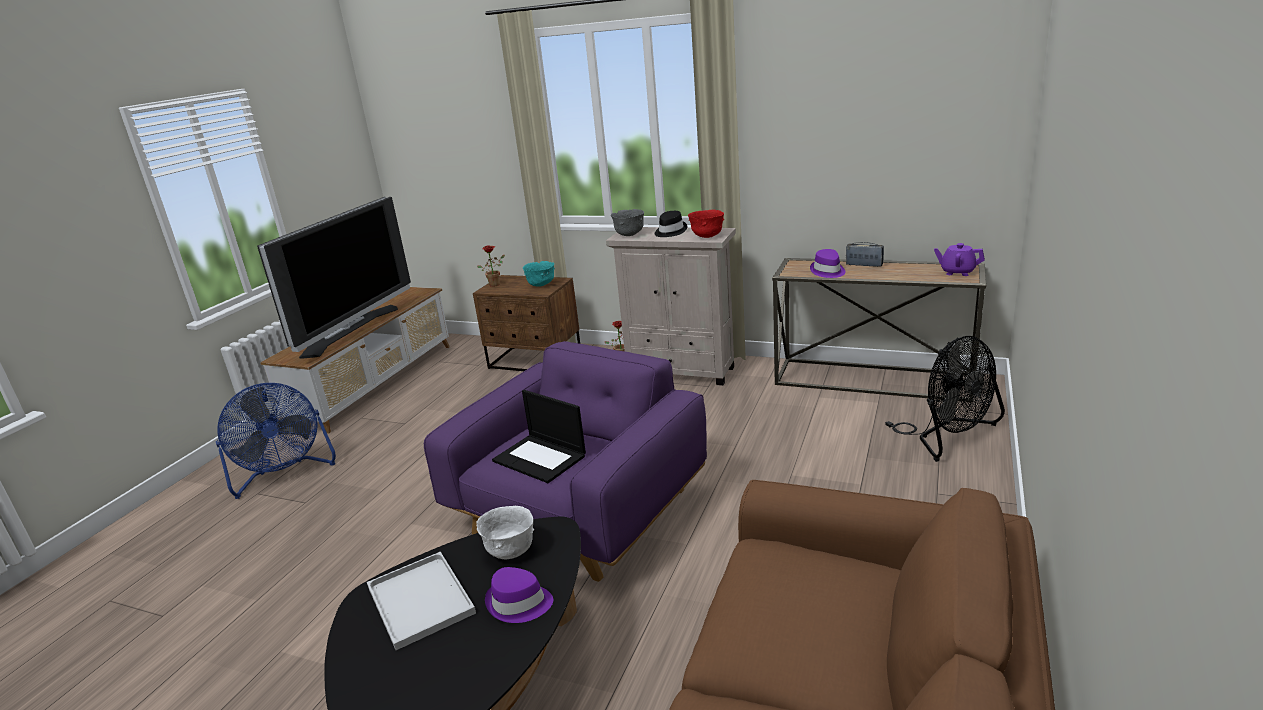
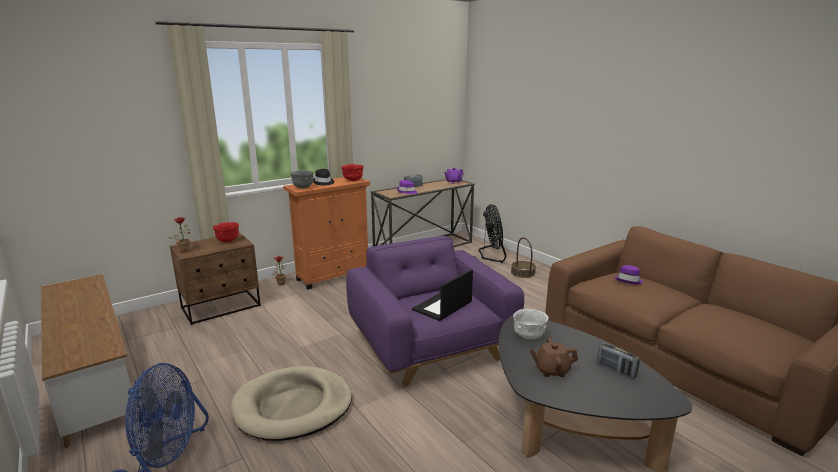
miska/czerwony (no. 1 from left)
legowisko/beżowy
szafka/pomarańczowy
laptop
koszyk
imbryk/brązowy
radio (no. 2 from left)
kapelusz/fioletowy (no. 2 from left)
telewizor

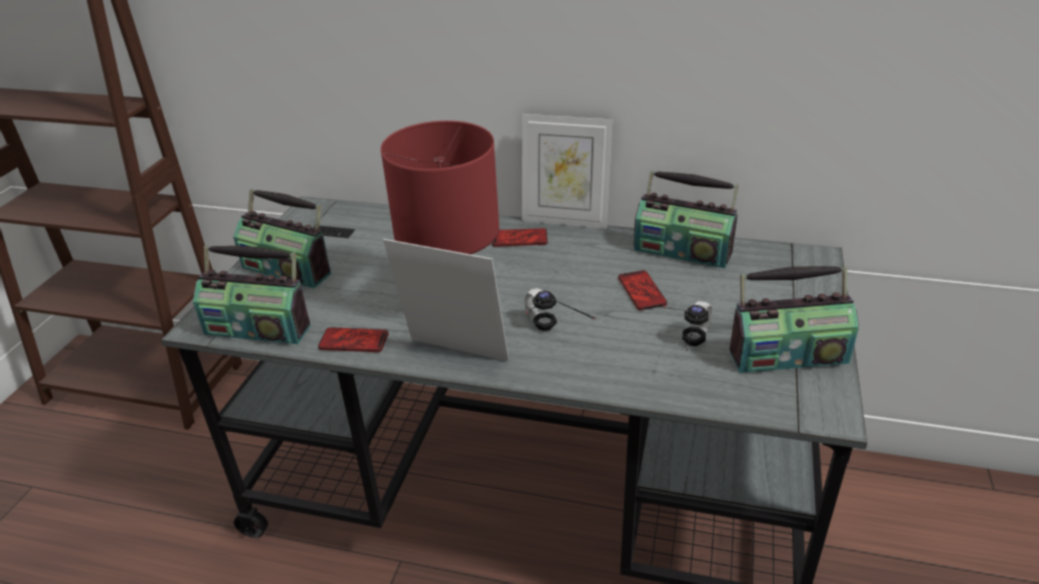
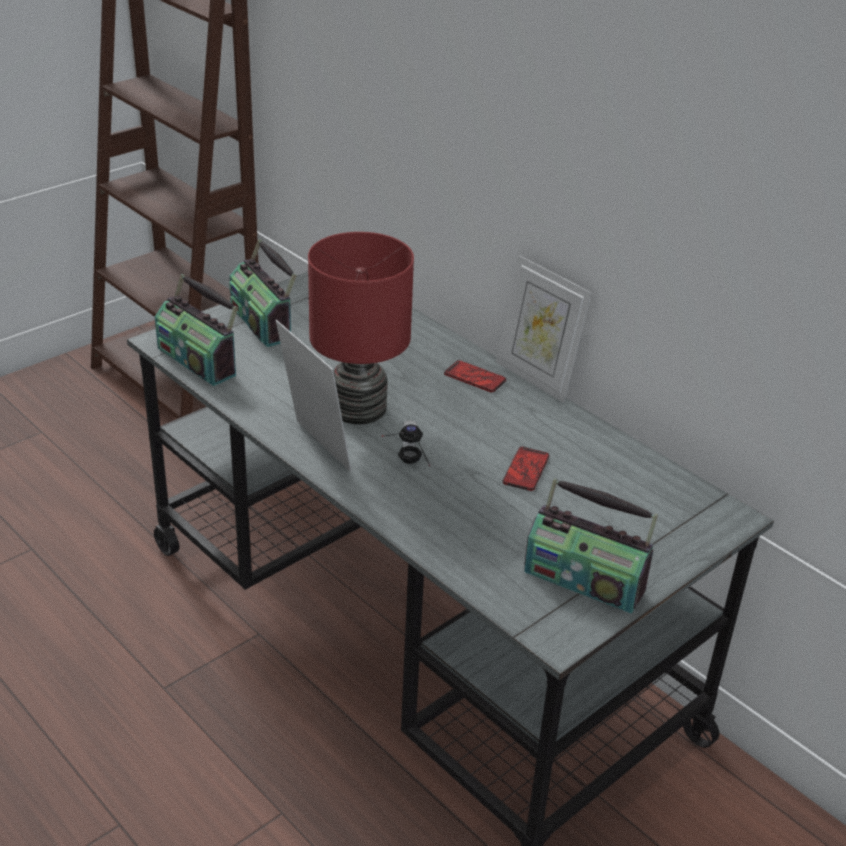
telefon (no. 1 from left in the first image)
radio (no. 3 from left in the first image)
słuchawki (no. 2 from left in the first image)

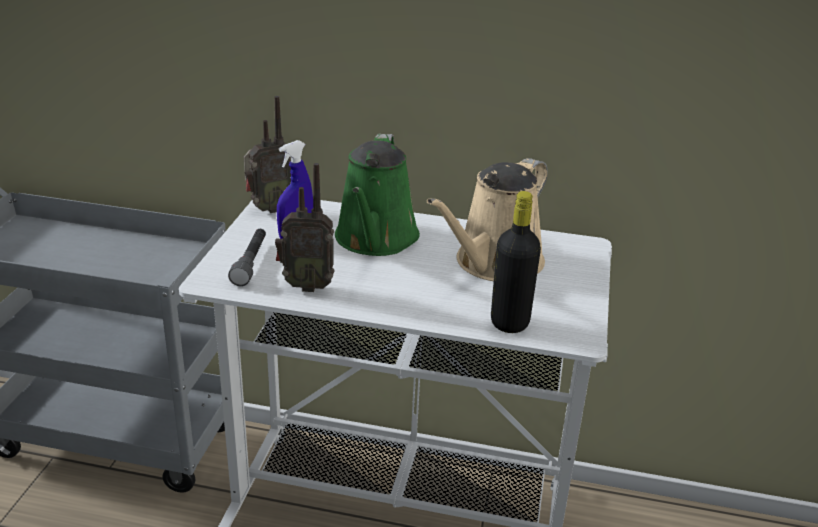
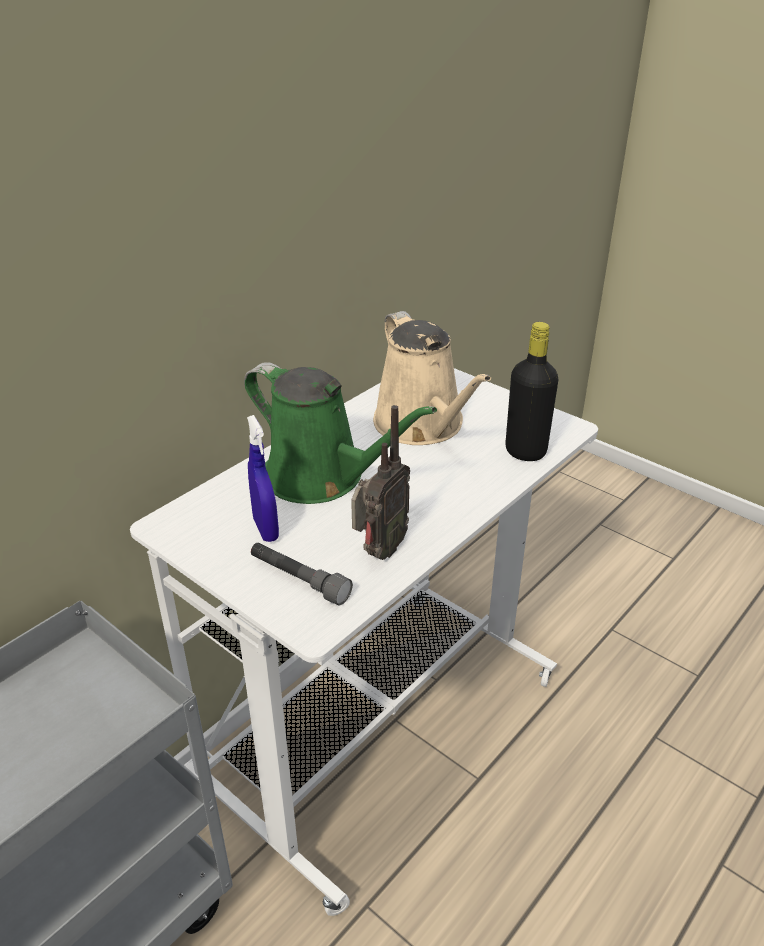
radio (no. 1 from left in the first image)

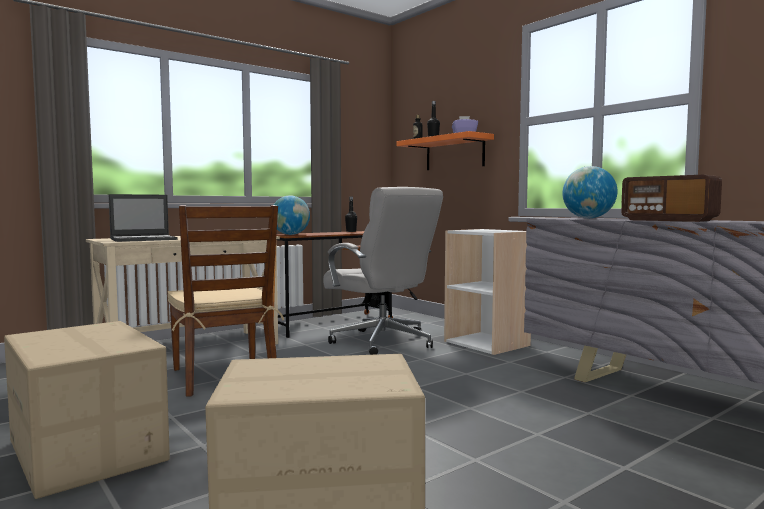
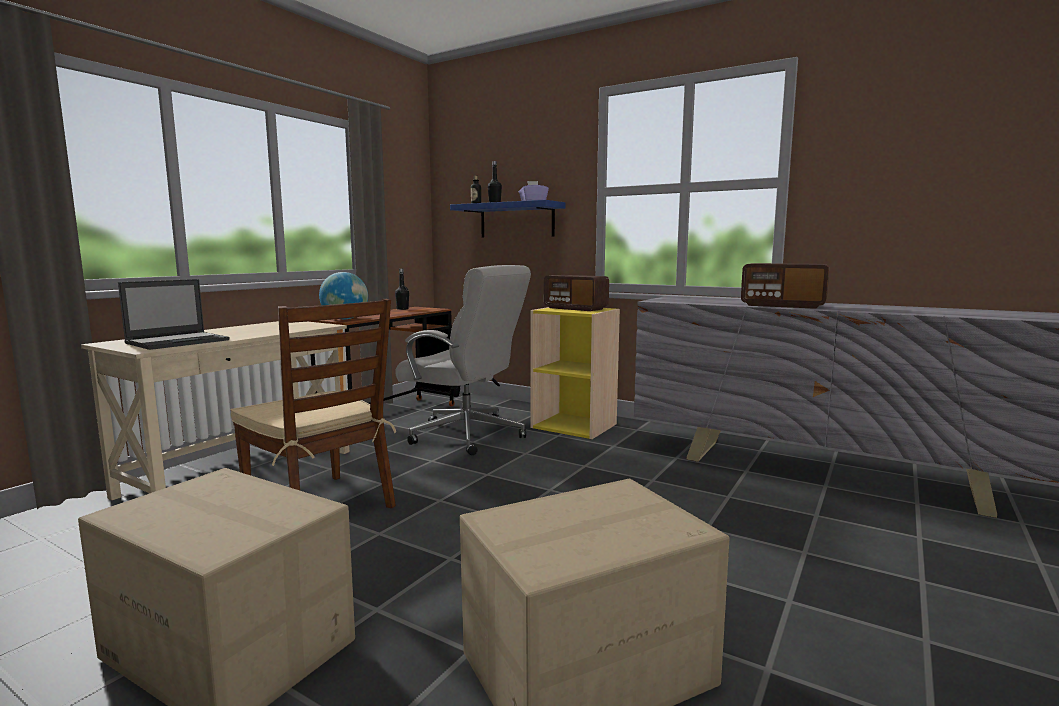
półka/niebieski
regał/żółty
radio (no. 1 from left)
globus (no. 2 from left in the first image)

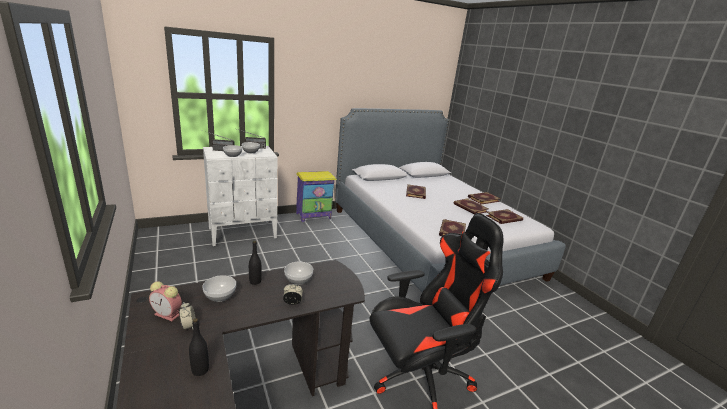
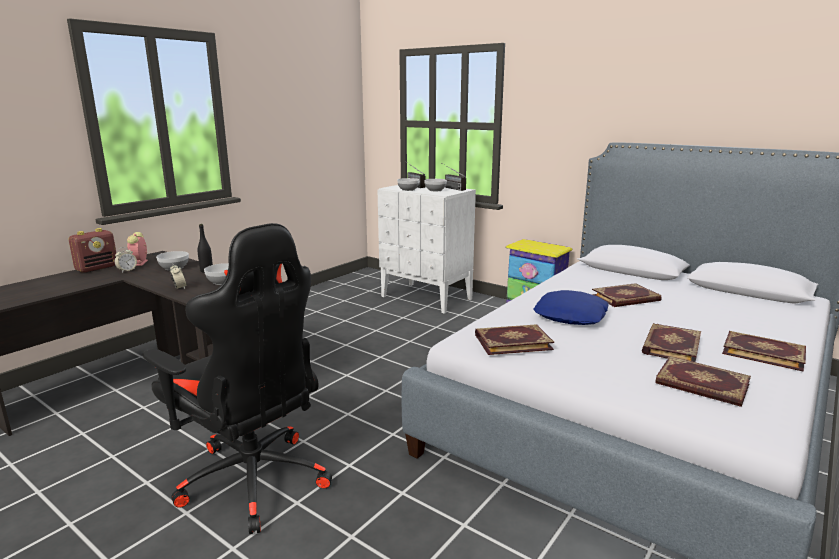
radio (no. 1 from left)
poduszka/niebieski
butelka/czarny (no. 1 from left in the first image)

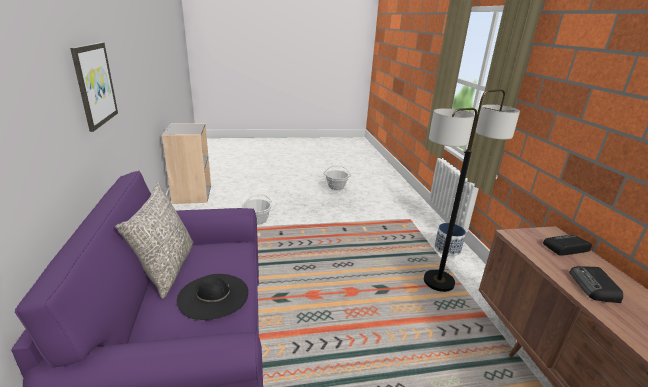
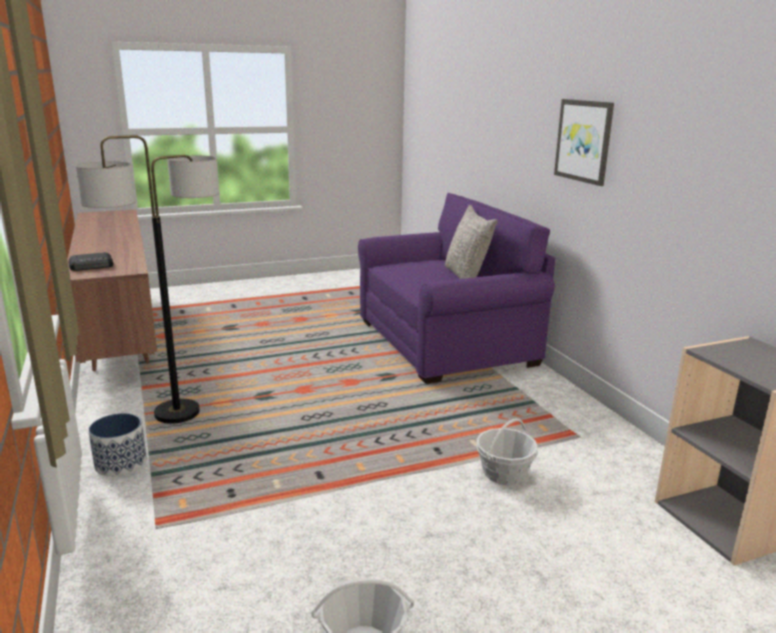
kapelusz/czarny
radio (no. 2 from left in the first image)

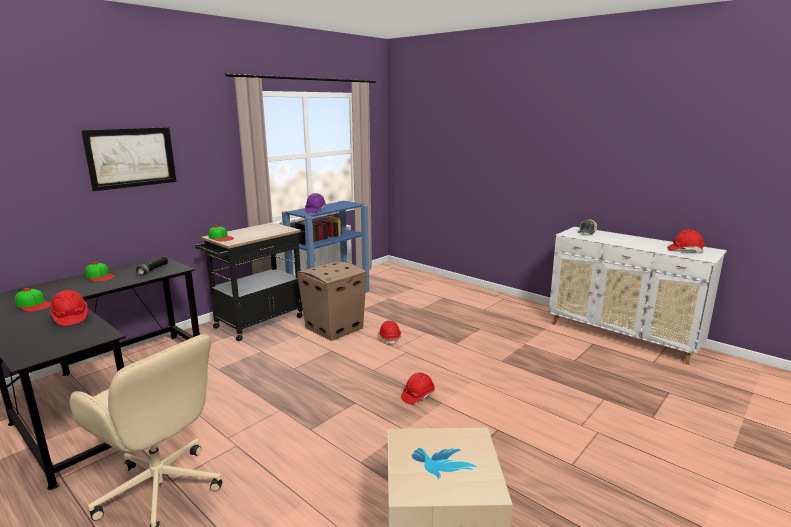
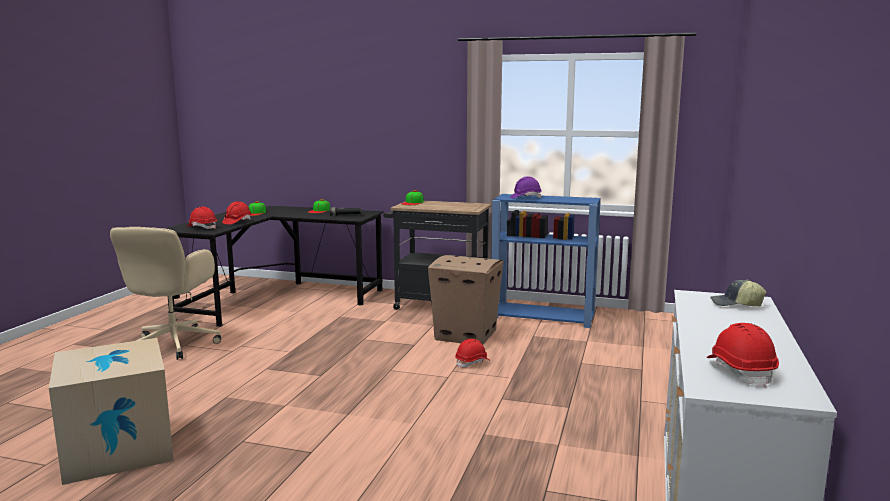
kask/czerwony (no. 1 from left)
obraz

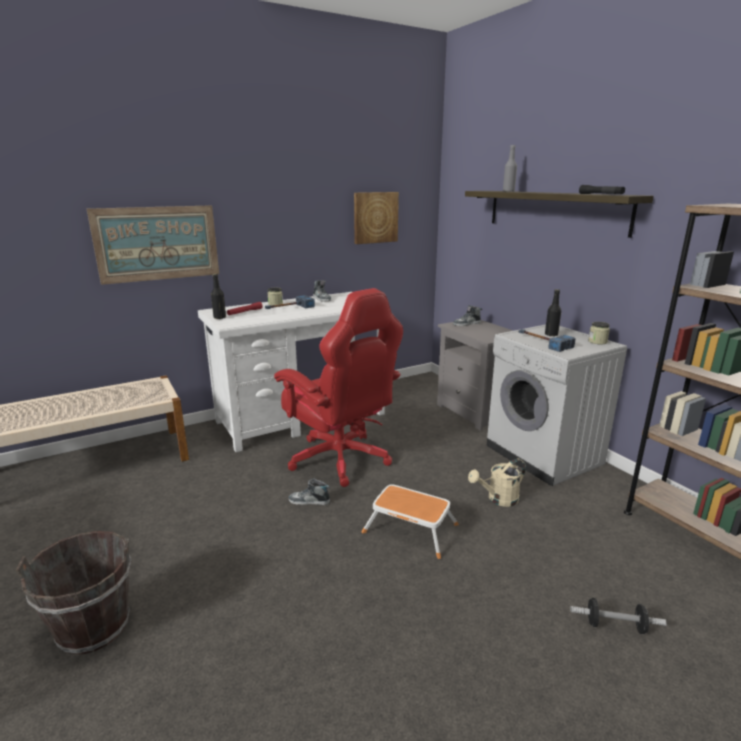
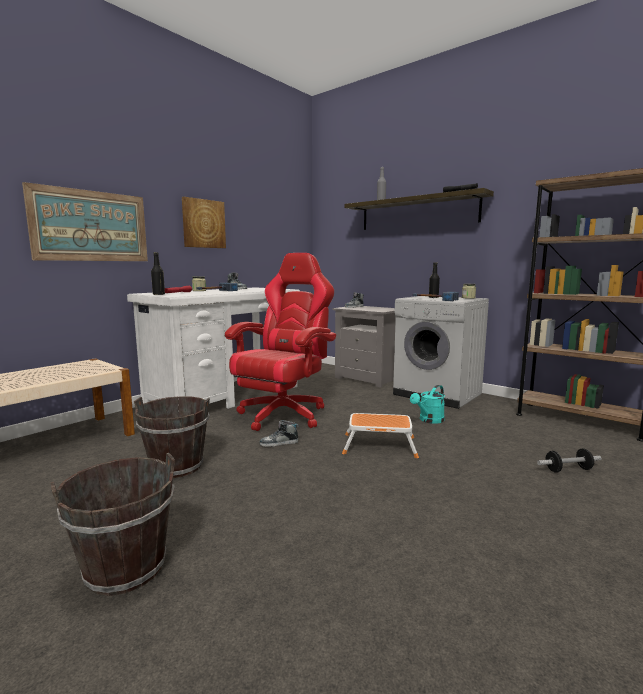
wiadro/brązowy (no. 2 from left)
obraz (no. 2 from left)
krzesło biurowe/czerwony
konewka/turkusowy

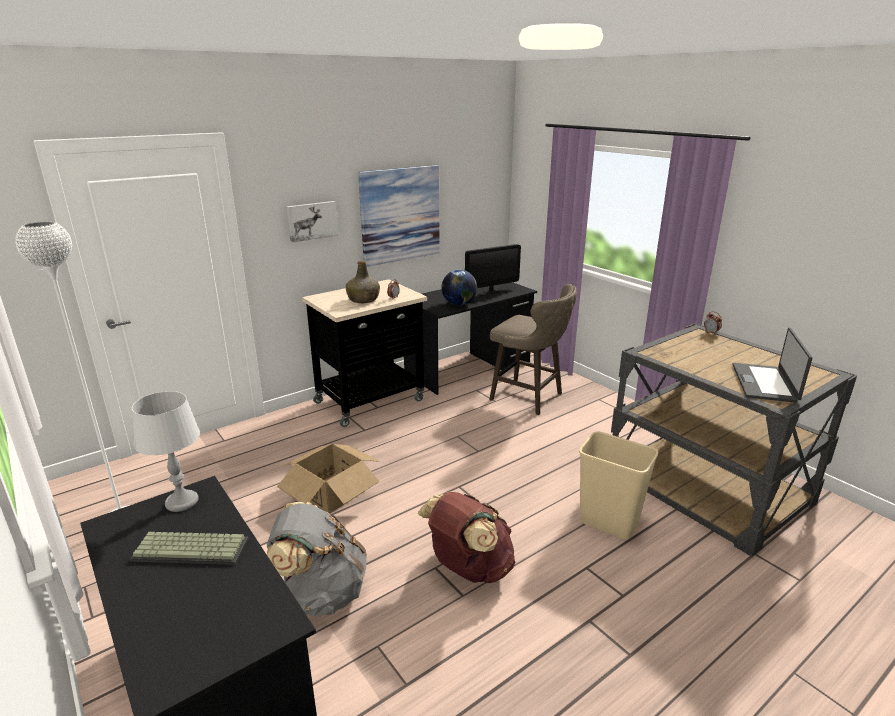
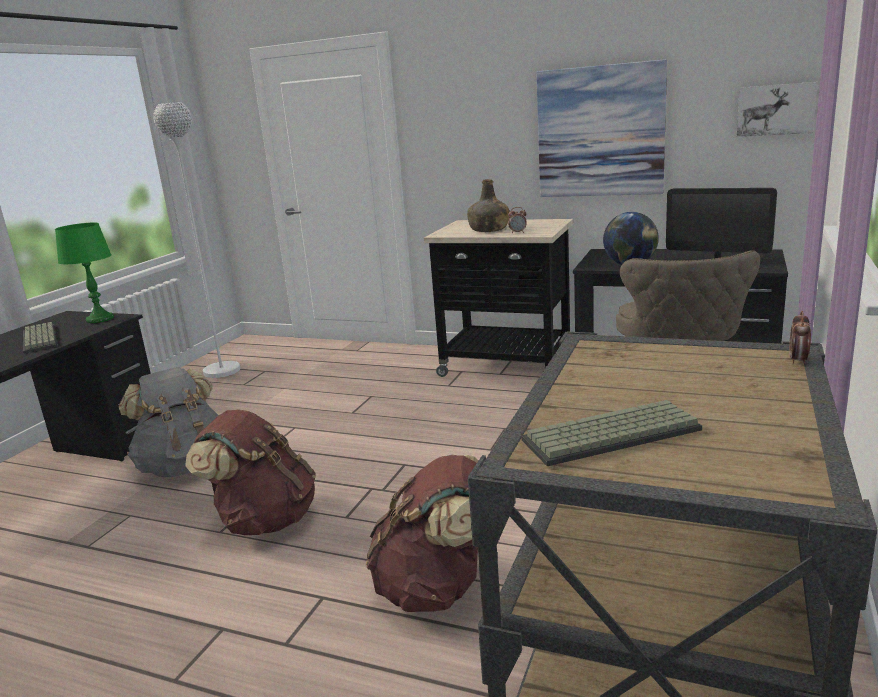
lampa stołowa/zielony
plecak/brązowy (no. 2 from left)
klawiatura (no. 2 from left)
obraz (no. 2 from left)
karton

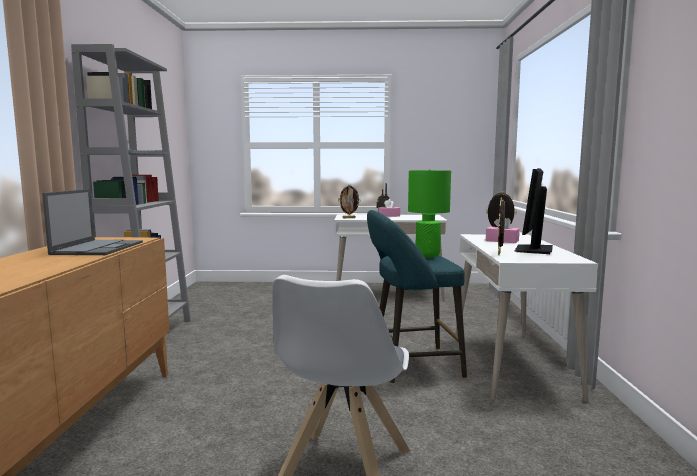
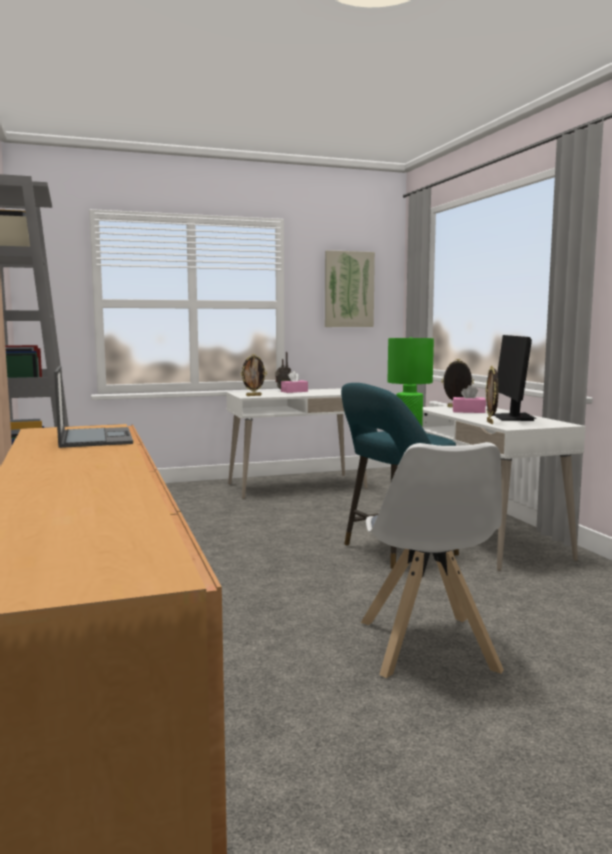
obraz

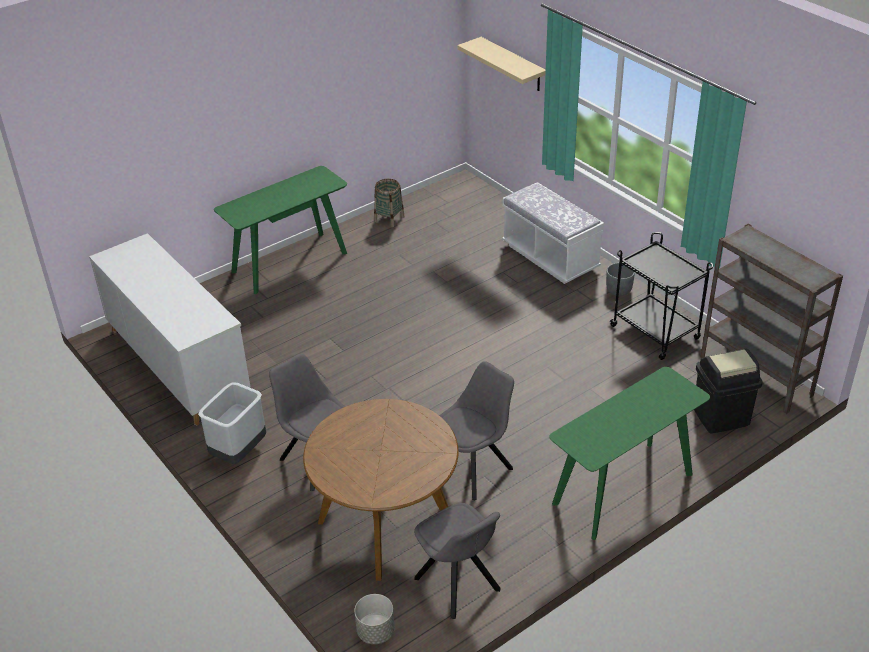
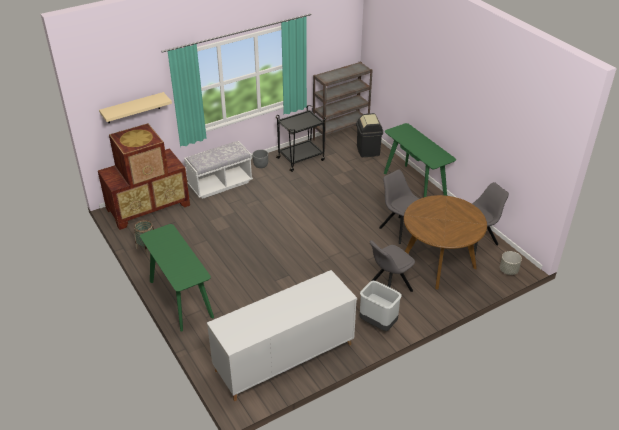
szafka

